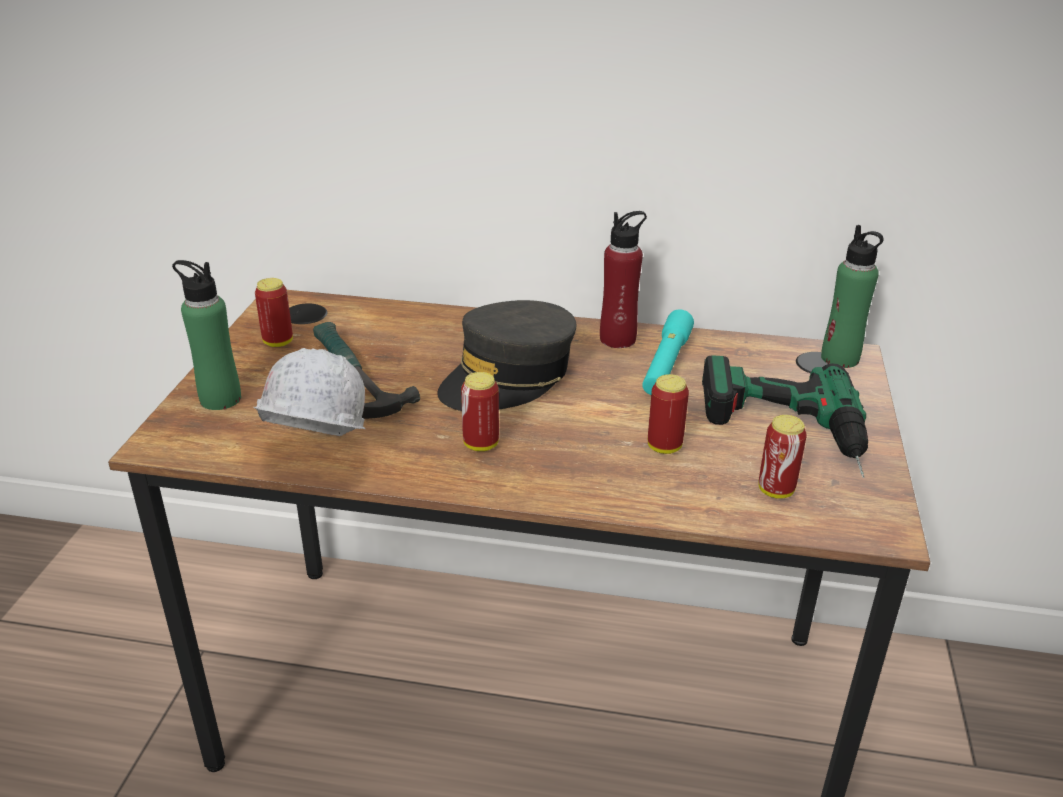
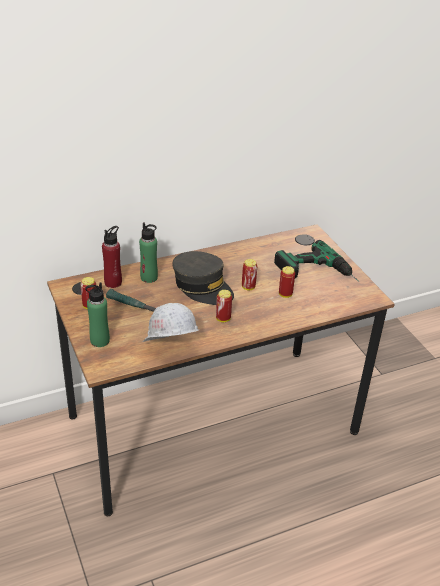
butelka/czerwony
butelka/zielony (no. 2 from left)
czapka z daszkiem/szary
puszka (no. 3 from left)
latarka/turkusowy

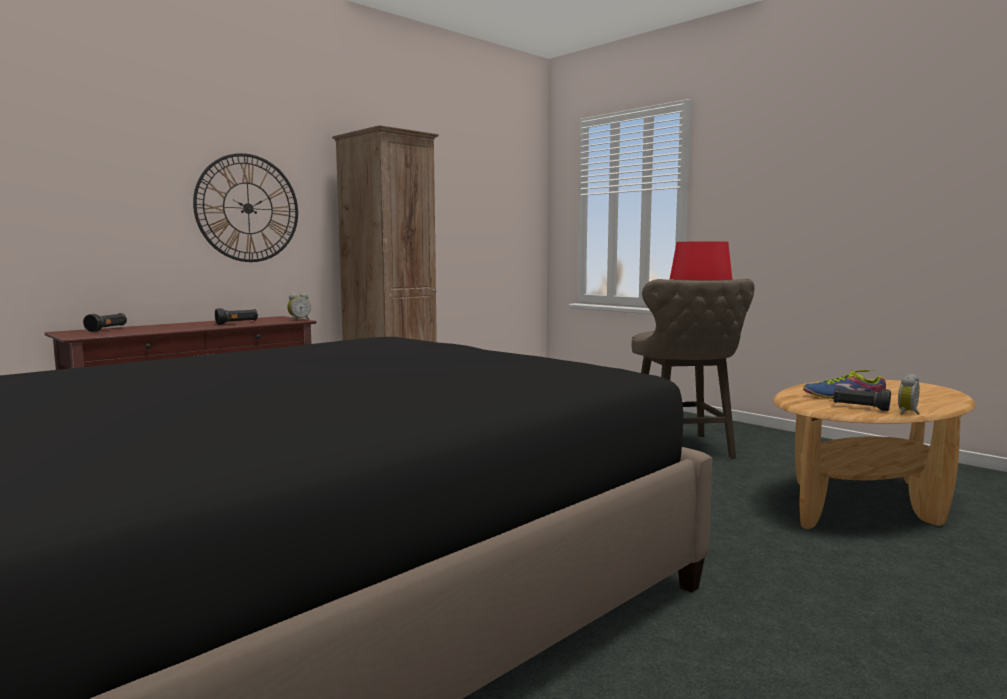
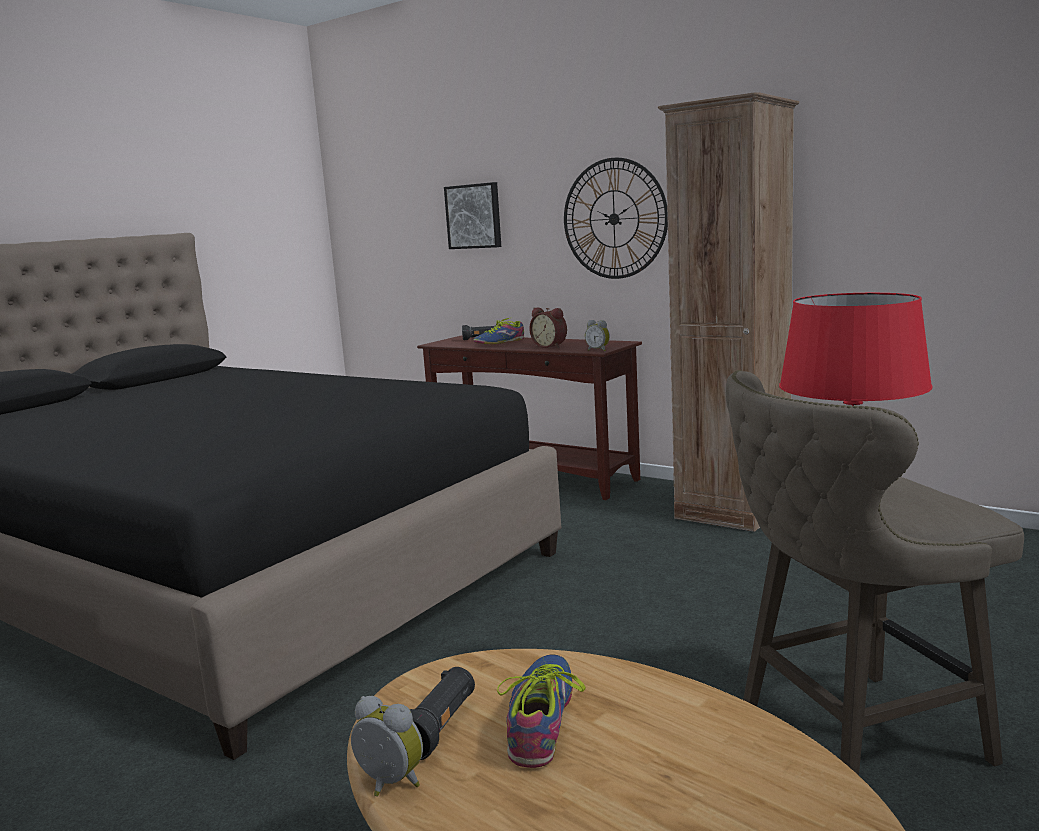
obraz
but (no. 1 from left)
budzik (no. 2 from left)

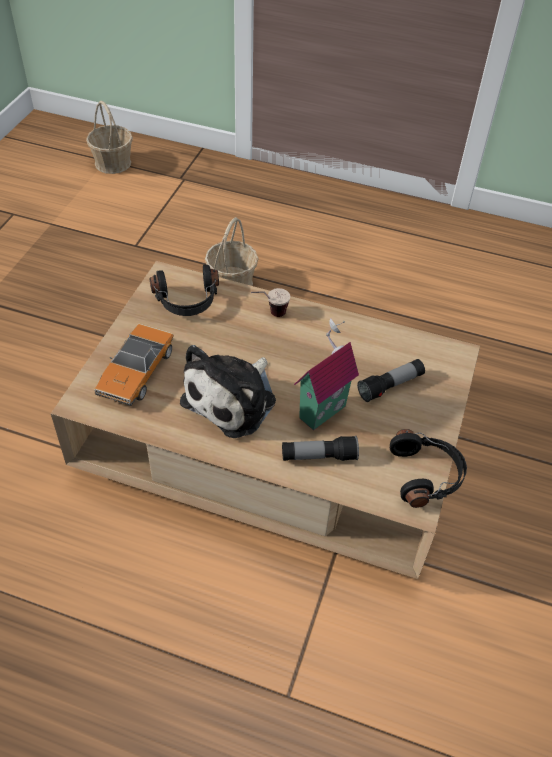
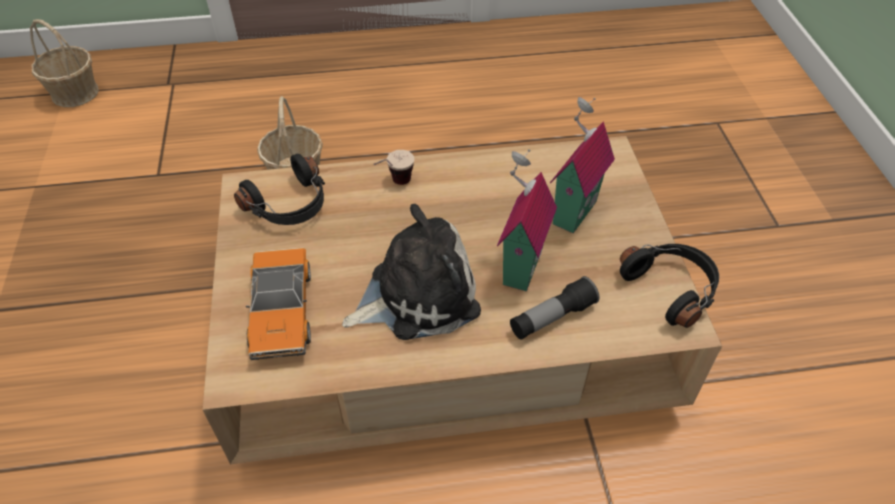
pluszak
domek (no. 2 from left)

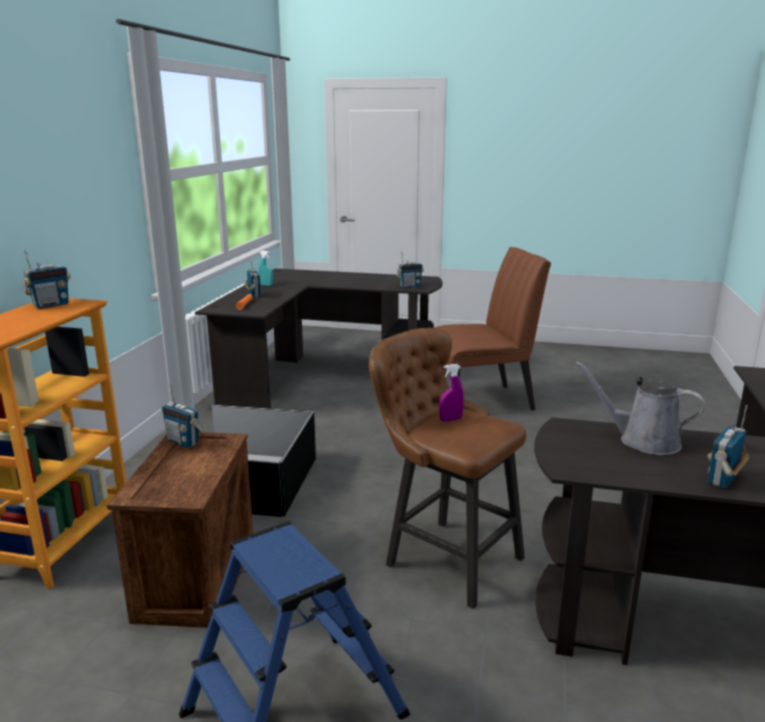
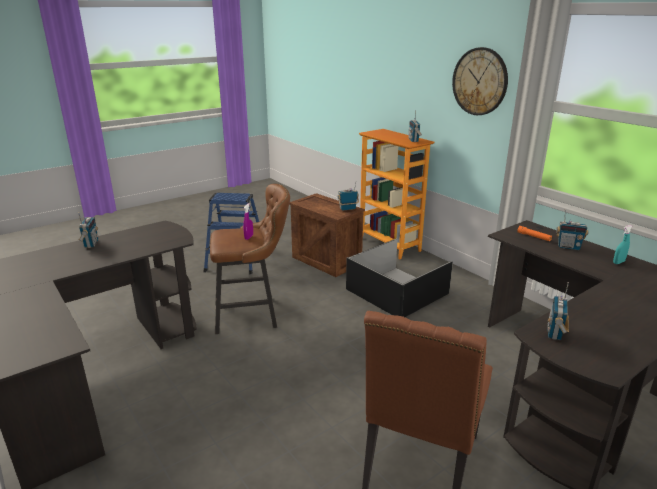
zegar ścienny
konewka/szary

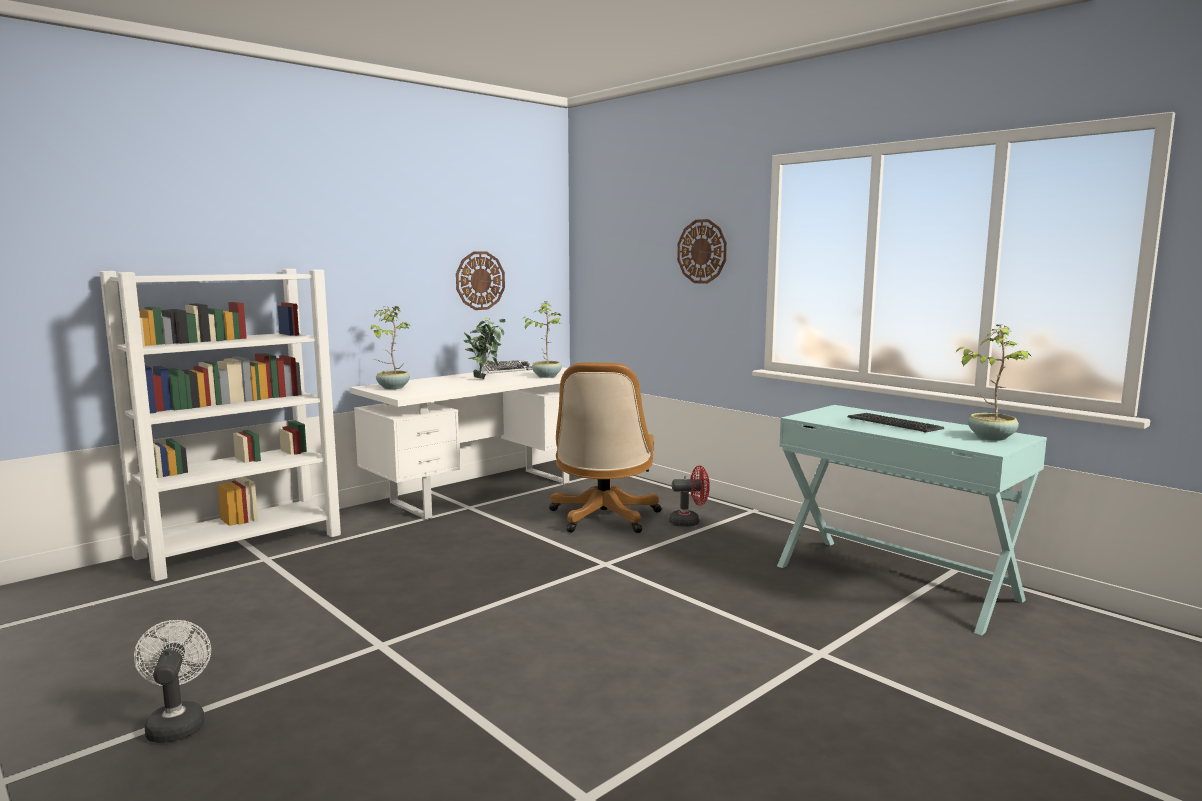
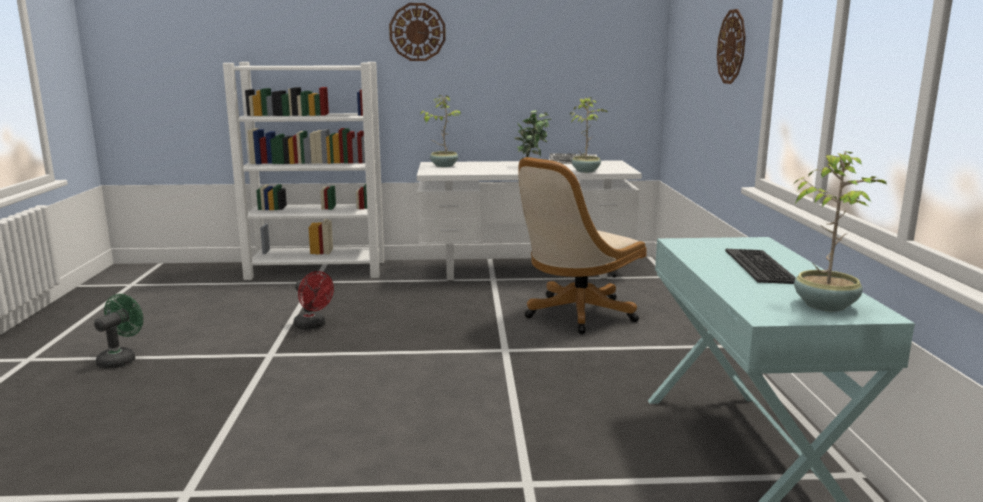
wentylator/zielony
wentylator/czerwony
zegar ścienny (no. 1 from left)

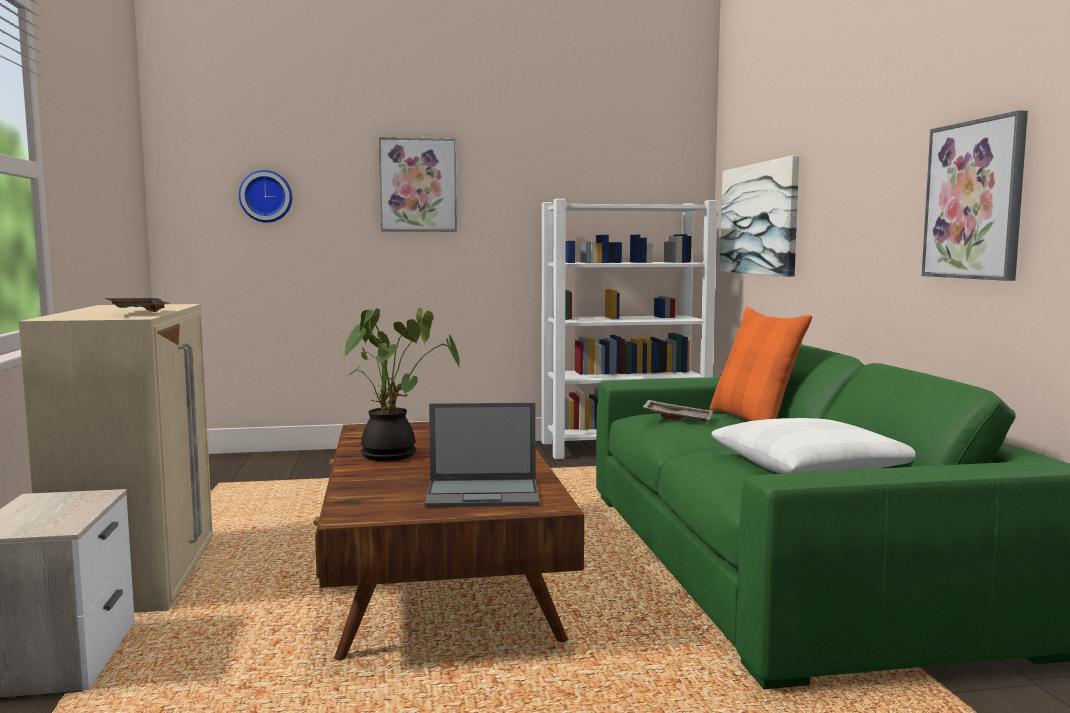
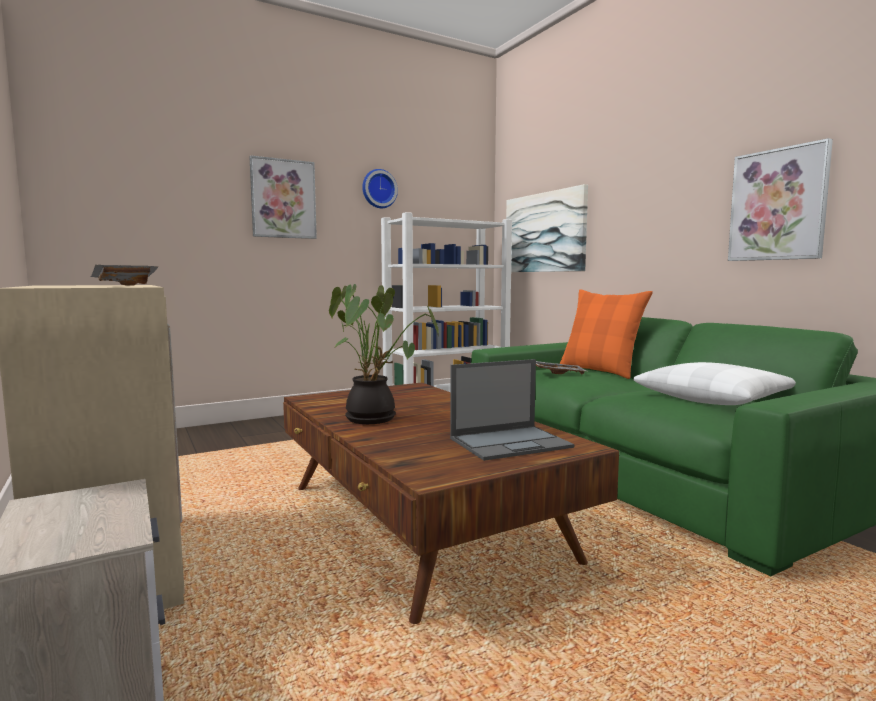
zegar ścienny

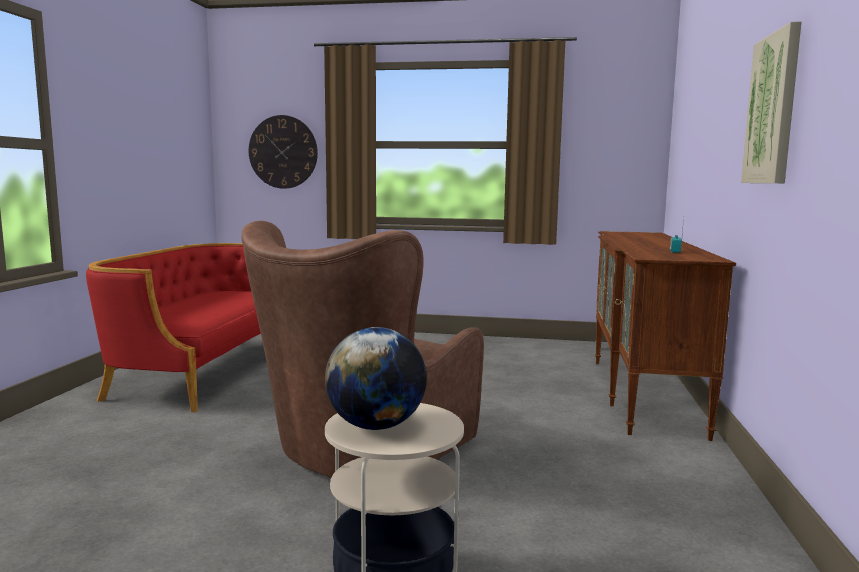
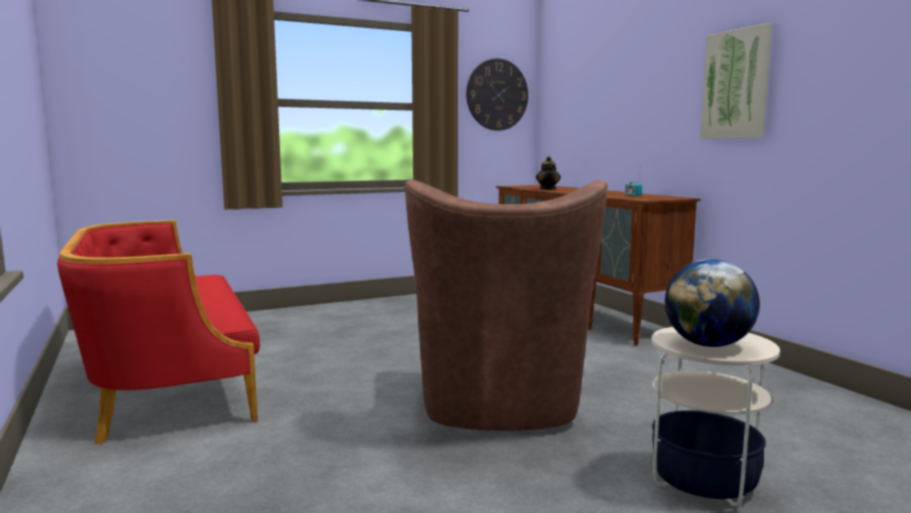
zegar ścienny
imbryk

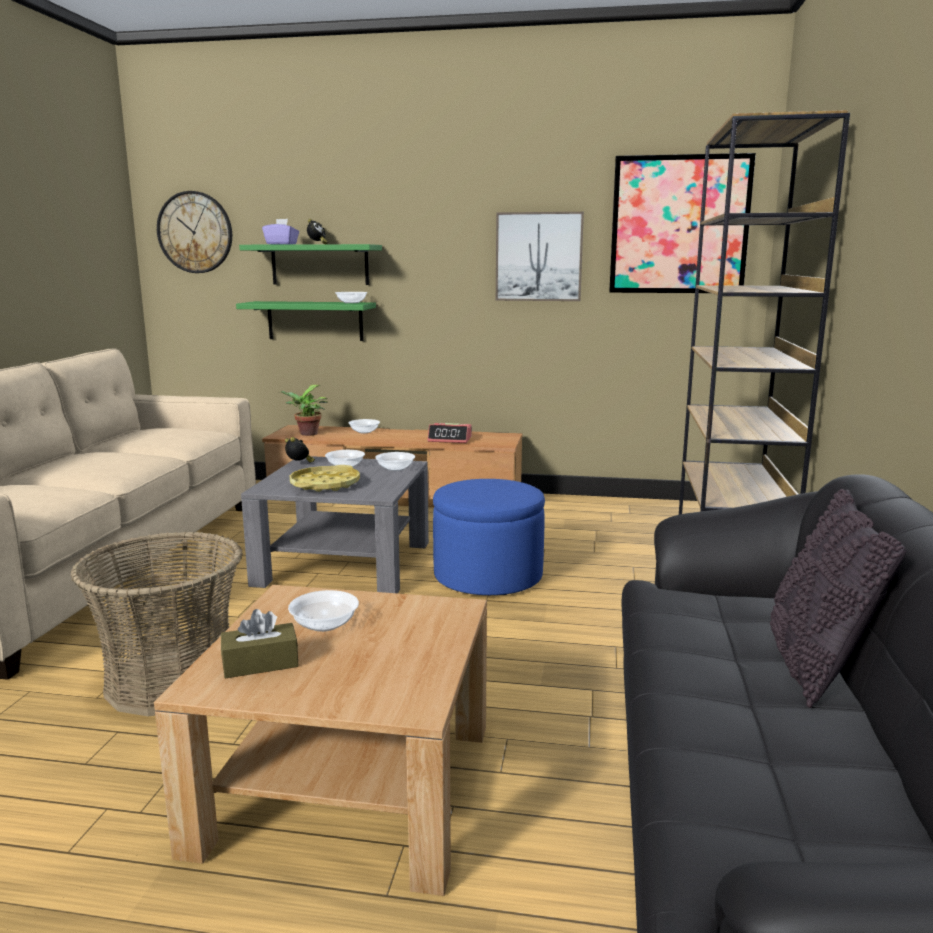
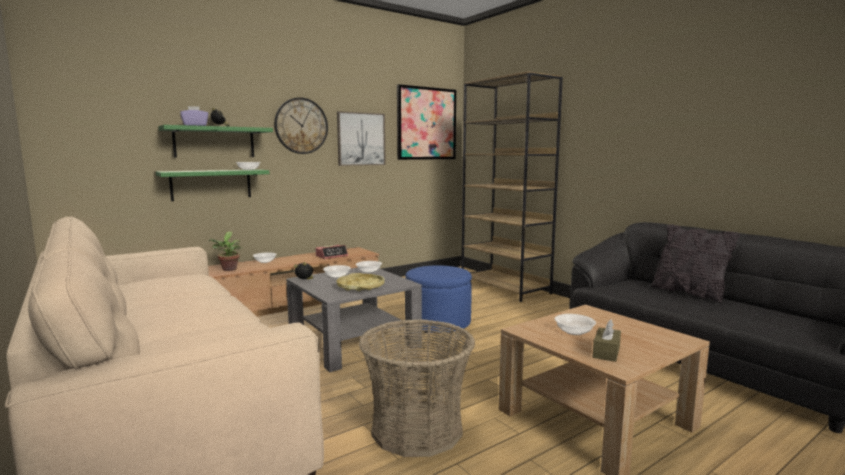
zegar ścienny

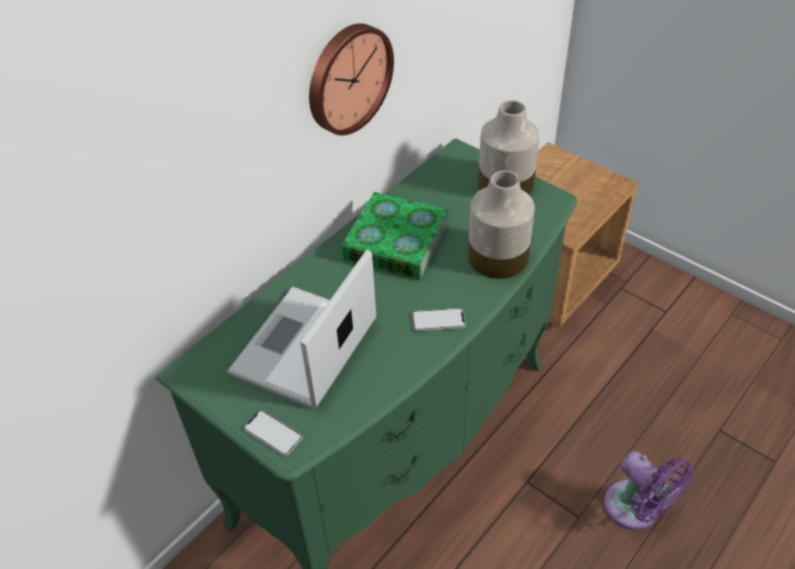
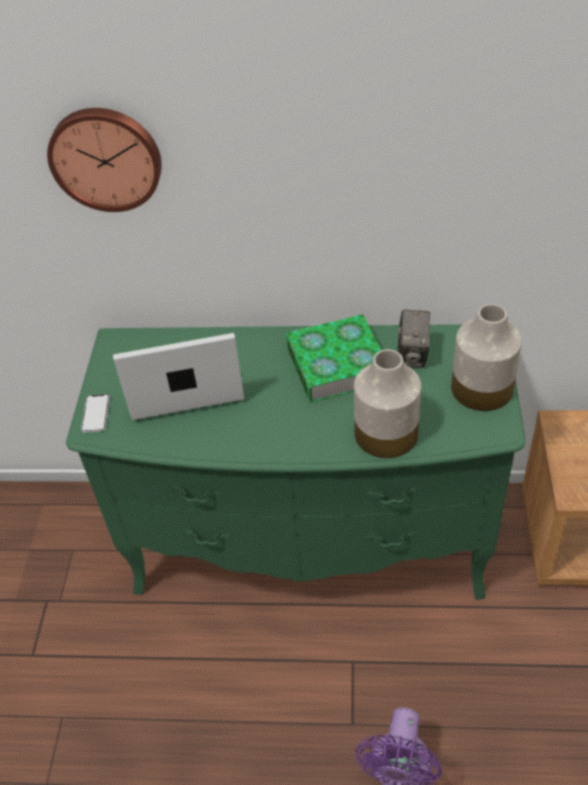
zegar ścienny
aparat fotograficzny
telefon (no. 2 from left in the first image)

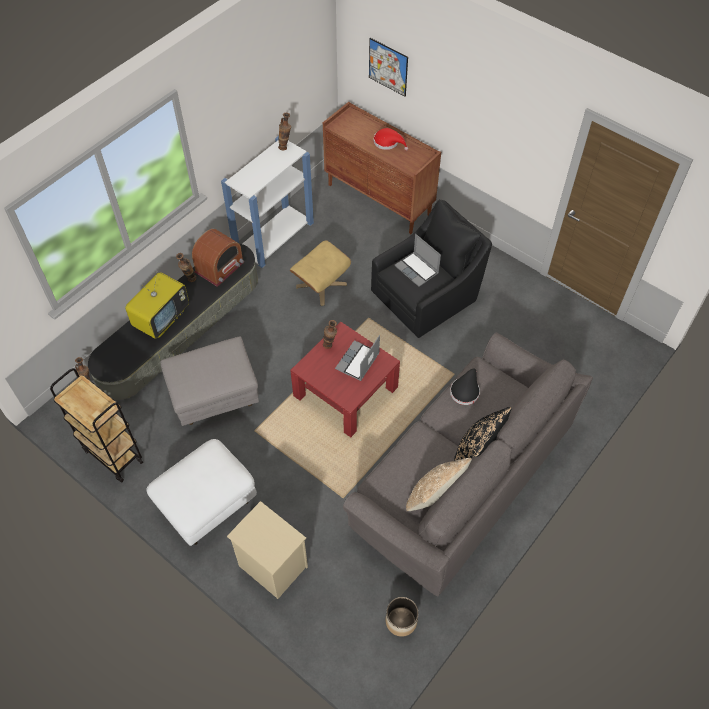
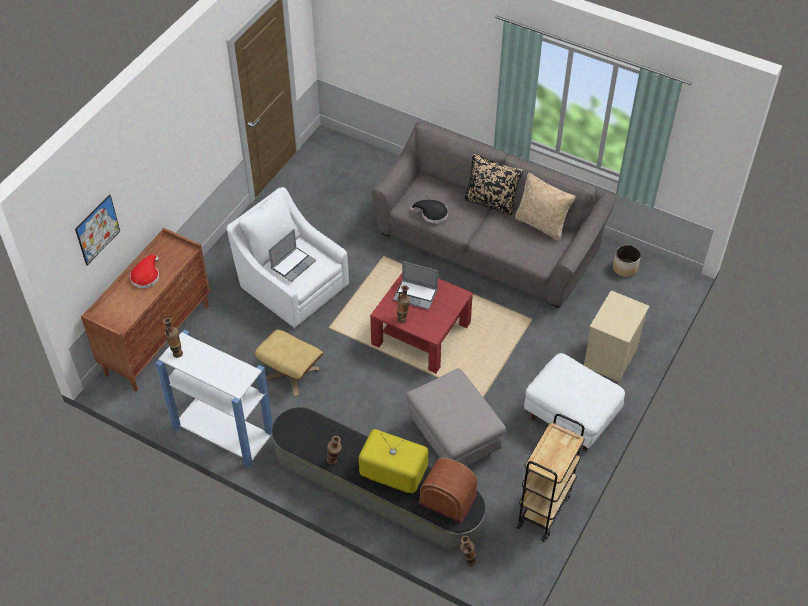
fotel/biały
radio

